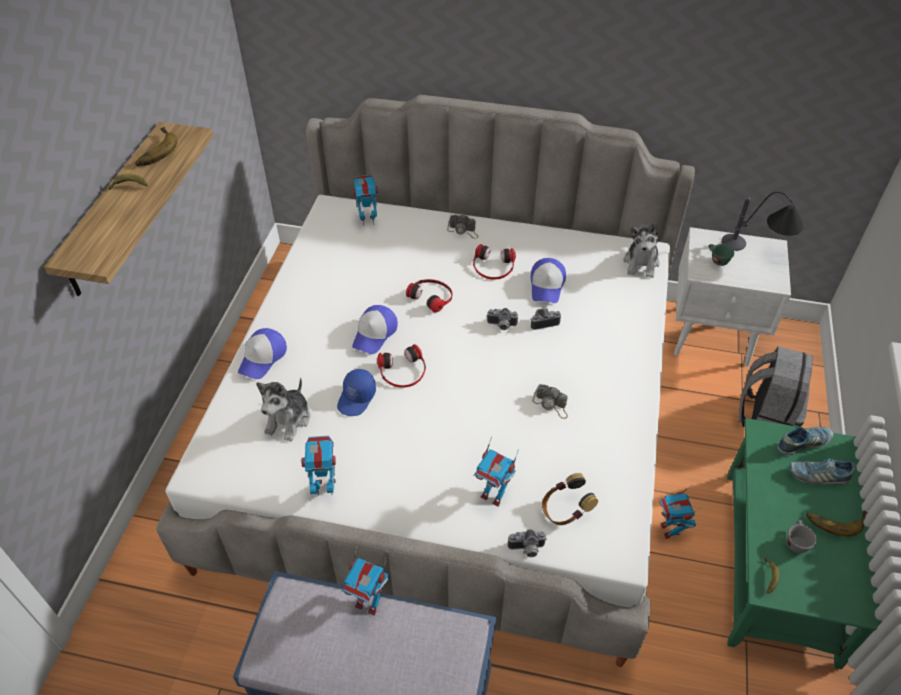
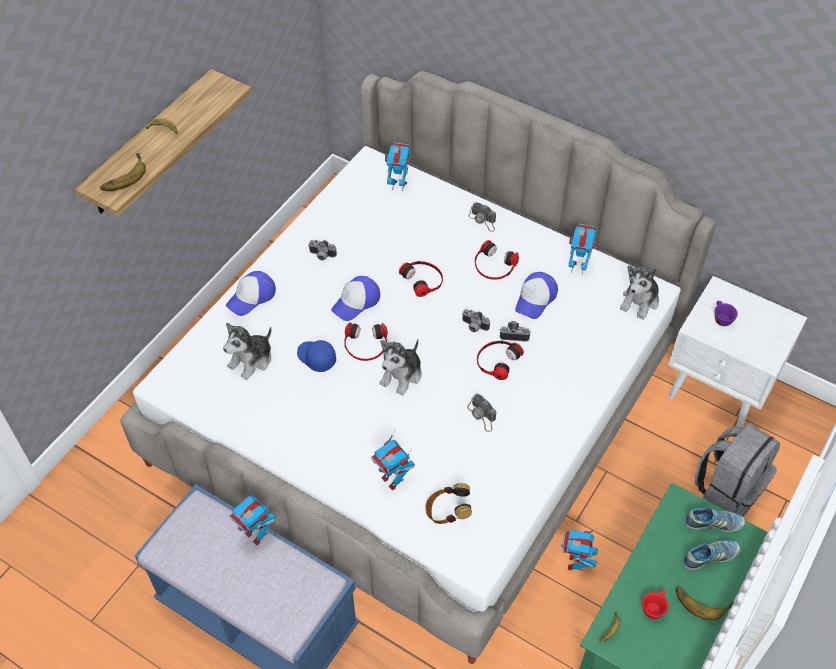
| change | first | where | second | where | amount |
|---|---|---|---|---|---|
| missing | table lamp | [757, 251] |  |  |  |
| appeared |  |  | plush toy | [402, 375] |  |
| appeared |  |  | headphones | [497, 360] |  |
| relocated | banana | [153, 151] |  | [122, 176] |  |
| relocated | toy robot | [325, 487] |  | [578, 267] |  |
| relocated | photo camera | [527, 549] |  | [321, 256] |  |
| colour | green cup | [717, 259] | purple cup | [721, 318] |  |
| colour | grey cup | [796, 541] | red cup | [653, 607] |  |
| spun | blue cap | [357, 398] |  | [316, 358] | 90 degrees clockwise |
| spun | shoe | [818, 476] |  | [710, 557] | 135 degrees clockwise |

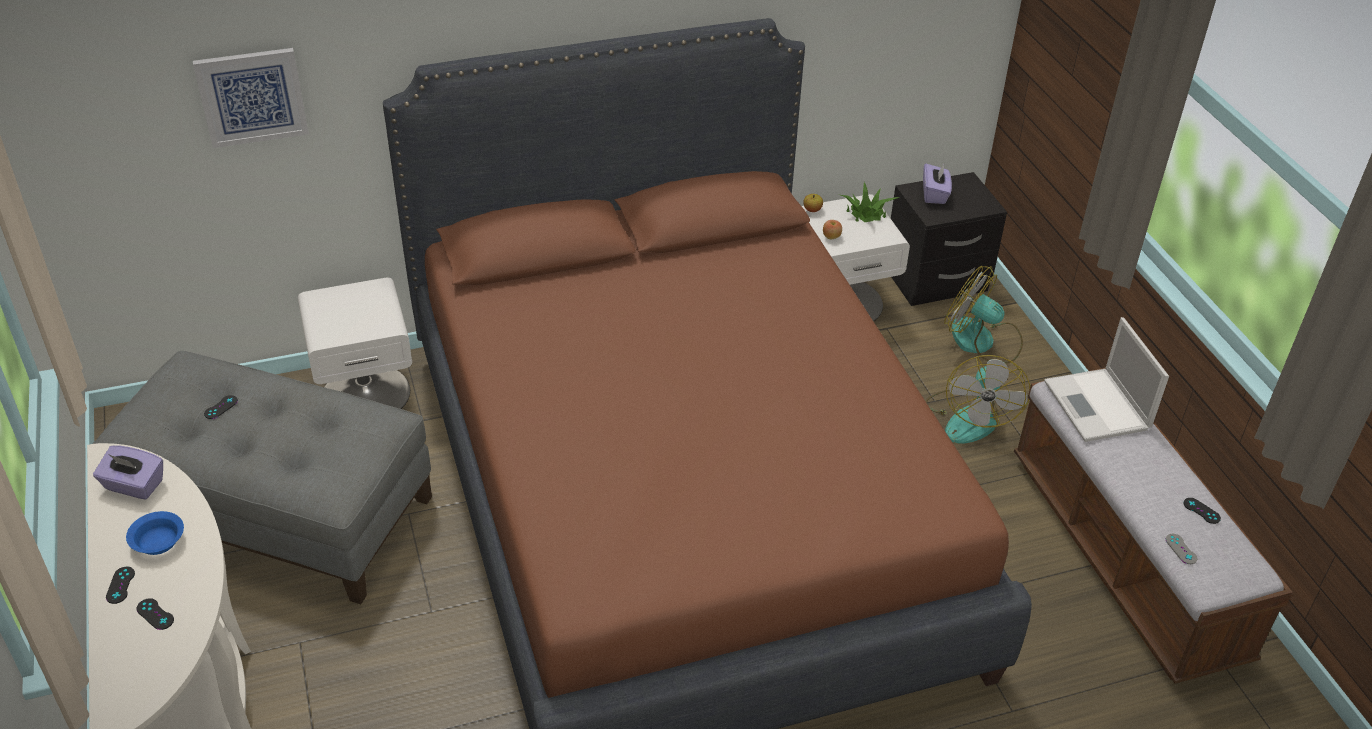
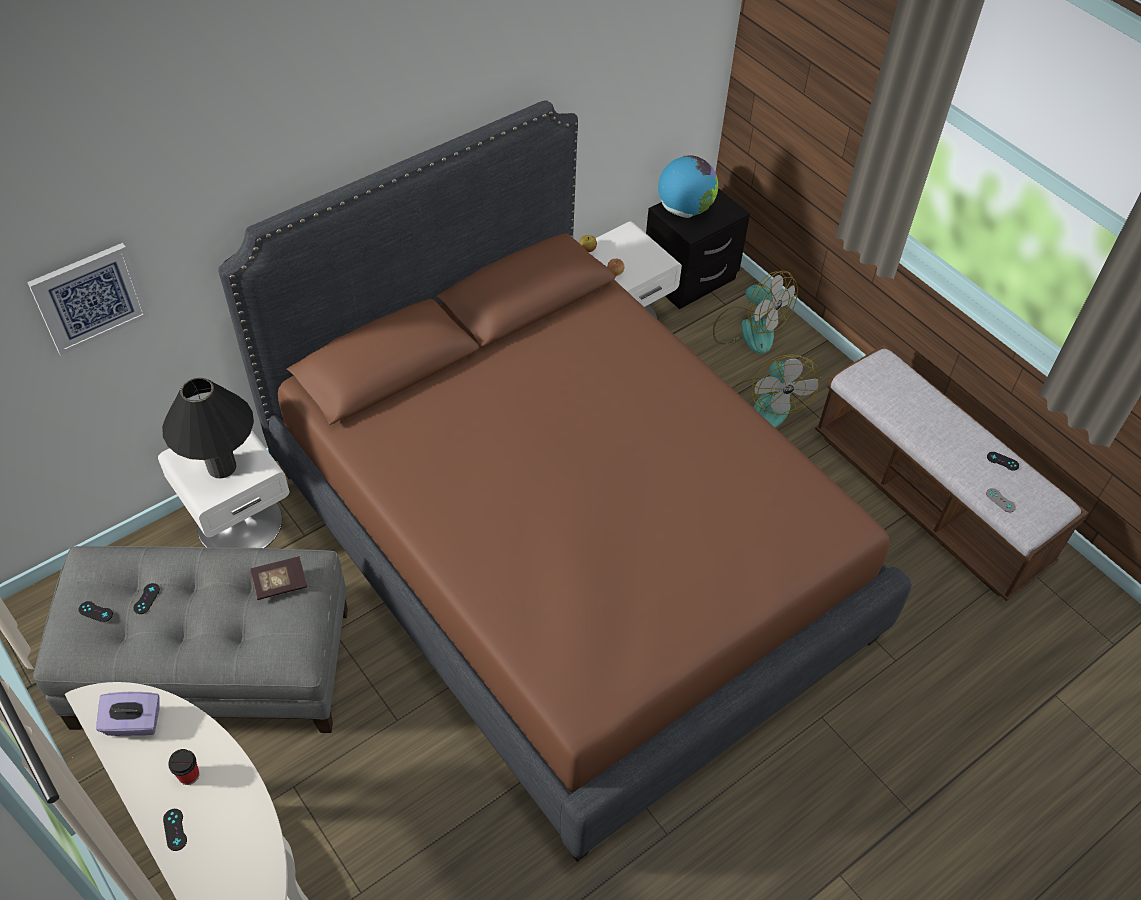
| change | first | where | second | where | amount |
|---|---|---|---|---|---|
| missing | potted plant | [866, 212] |  |  |  |
| missing | laptop | [1098, 407] |  |  |  |
| appeared |  |  | black table lamp | [222, 467] |  |
| appeared |  |  | book | [280, 584] |  |
| relocated | black game controller | [155, 614] |  | [95, 612] |  |
| exchanged | blue bowl | [158, 543] | cup | [189, 775] |  |
| exchanged | purple tissue box | [934, 194] | globe | [684, 210] |  |
| spun | fan | [982, 341] |  | [749, 329] | 150 degrees counterclockwise |

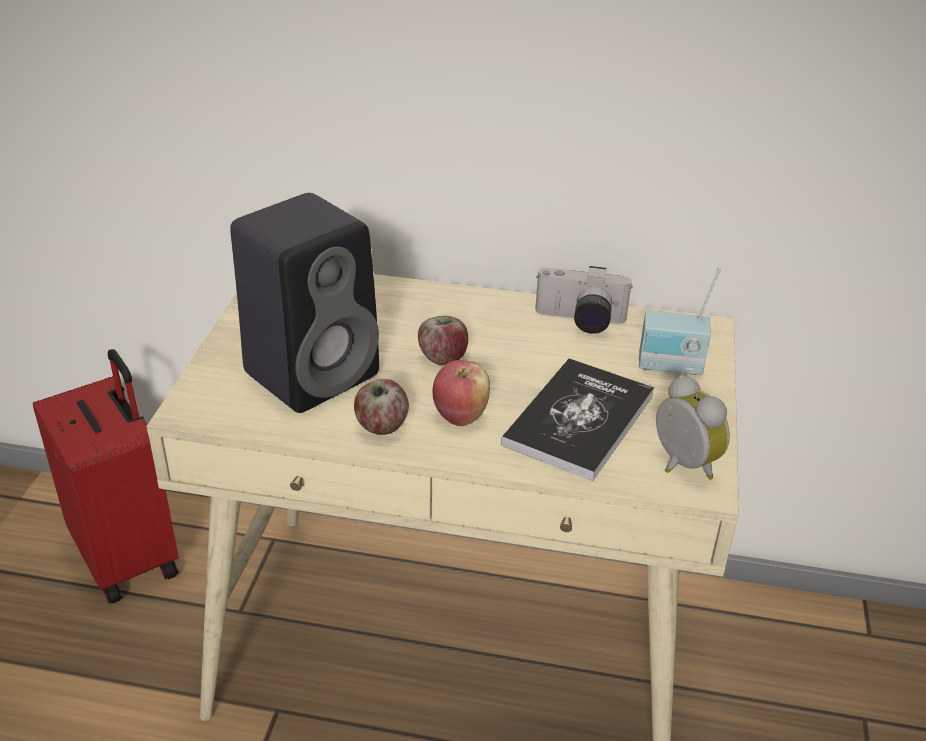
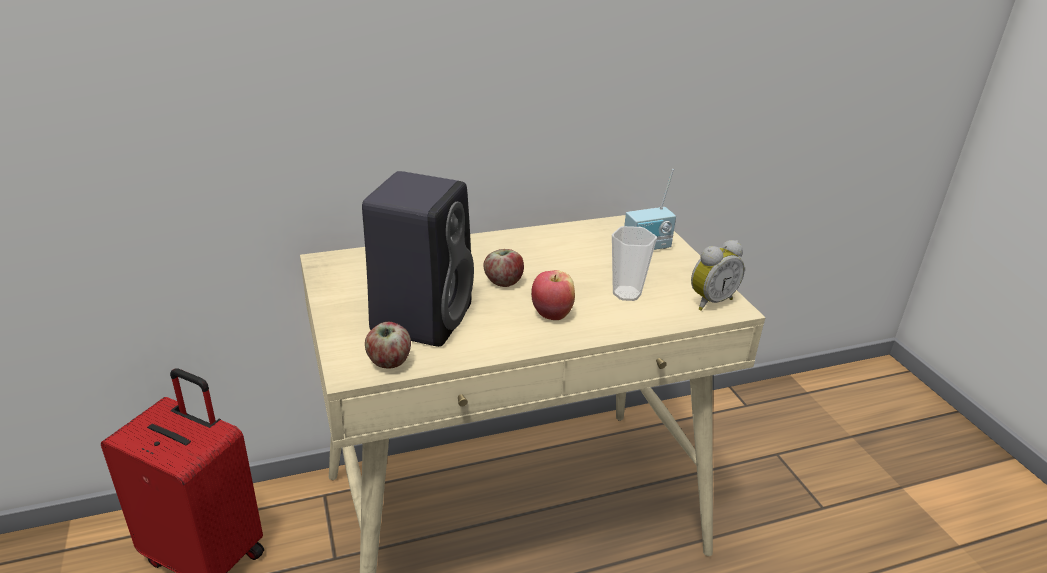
| change | first | where | second | where | amount |
|---|---|---|---|---|---|
| missing | photo camera | [579, 321] |  |  |  |
| relocated | apple | [381, 426] |  | [389, 362] |  |
| exchanged | book | [579, 420] | cup | [626, 293] |  |
| spun | alarm clock | [681, 465] |  | [709, 301] | 120 degrees clockwise |

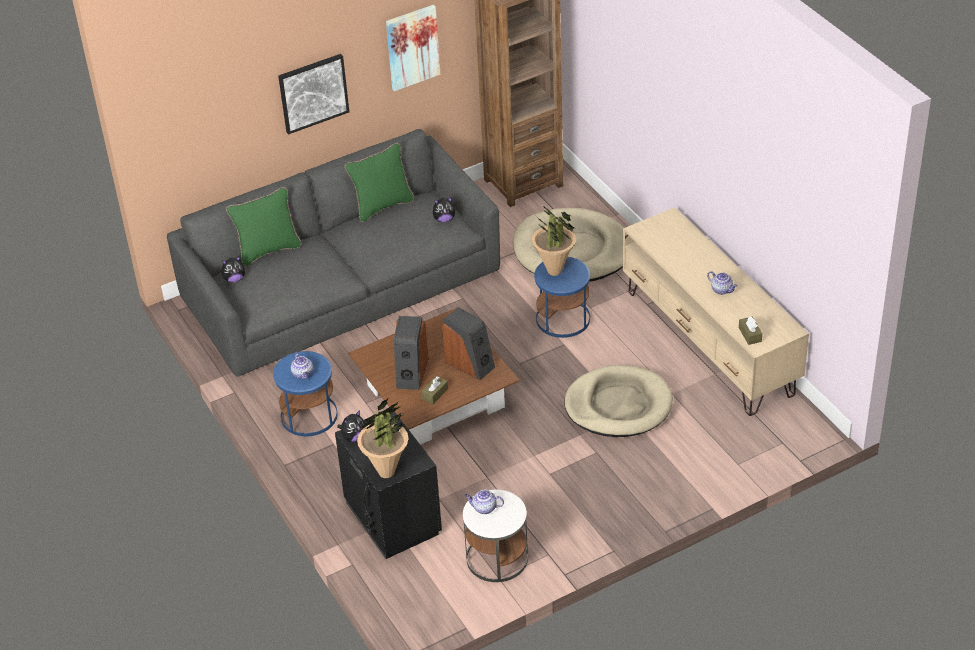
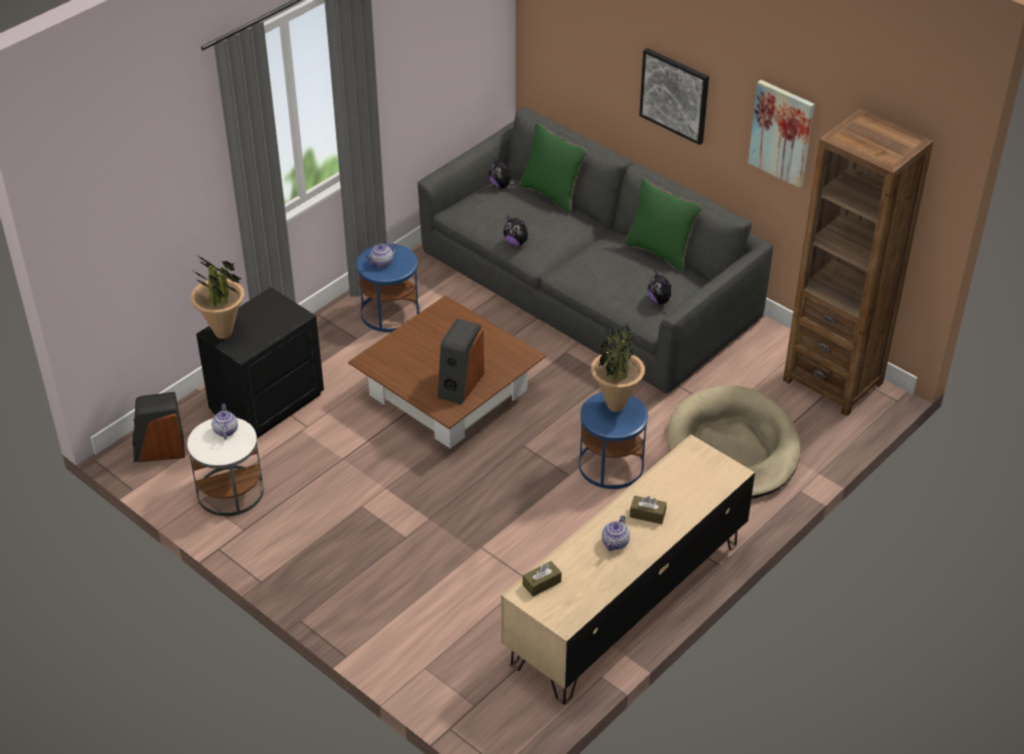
| change | first | where | second | where | amount |
|---|---|---|---|---|---|
| missing | beige dog bed | [618, 405] |  |  |  |
| relocated | plush toy | [353, 437] |  | [516, 242] |  |
| relocated | speaker | [411, 373] |  | [159, 450] |  |
| relocated | brown tissue box | [435, 394] |  | [647, 514] |  |

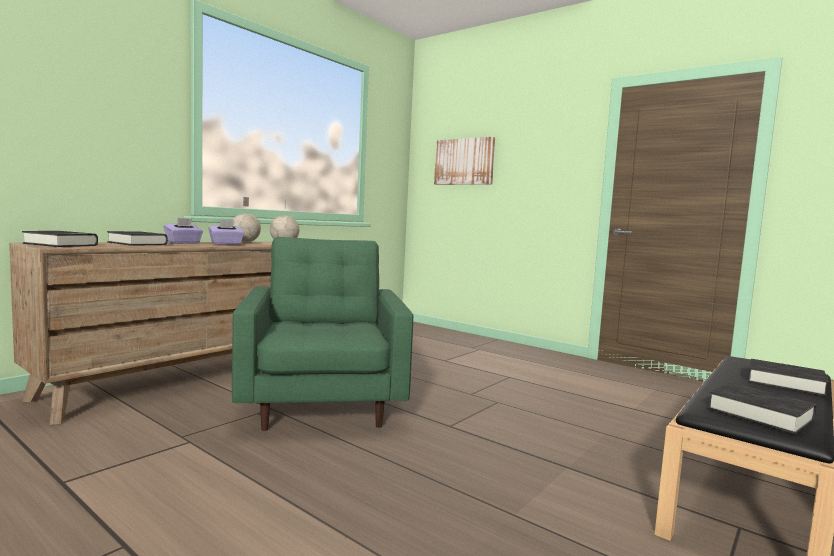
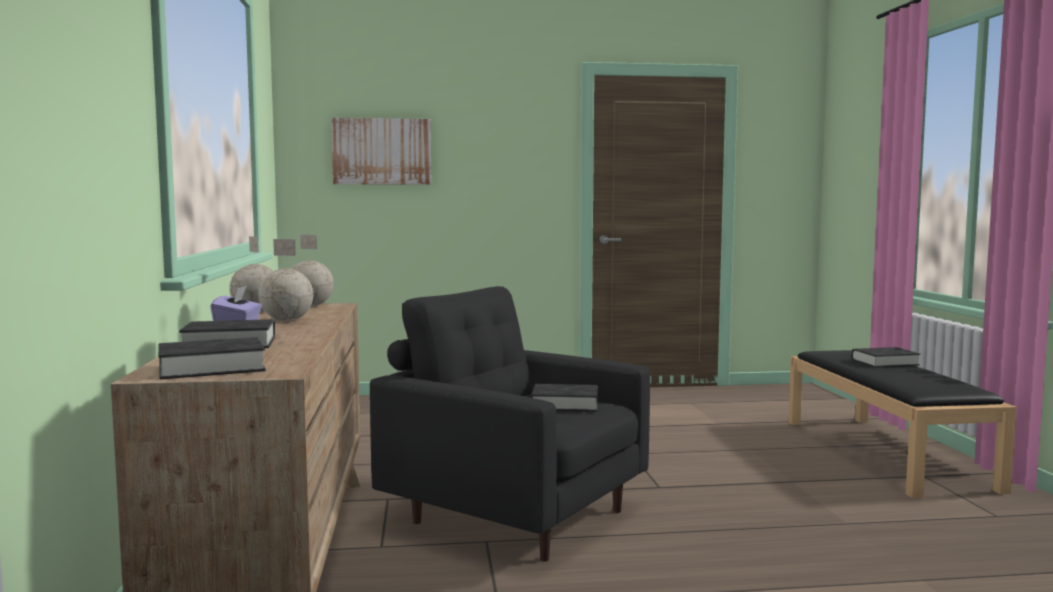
| change | first | where | second | where | amount |
|---|---|---|---|---|---|
| relocated | black book | [759, 414] |  | [565, 404] |  |
| exchanged | purple tissue box | [226, 244] | globe | [286, 320] |  |
| colour | green armchair | [323, 403] | black armchair | [514, 515] |  |

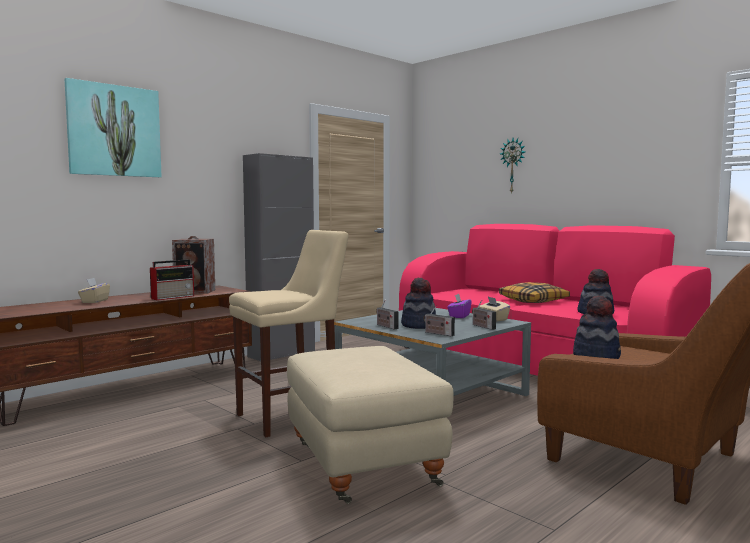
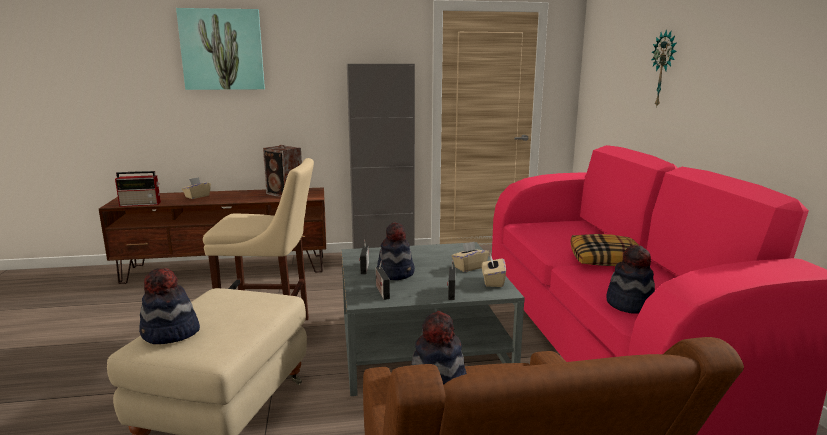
| change | first | where | second | where | amount |
|---|---|---|---|---|---|
| appeared |  |  | hat | [170, 334] |  |
| relocated | radio | [173, 297] |  | [141, 204] |  |
| colour | purple tissue box | [459, 316] | beige tissue box | [469, 267] |  |

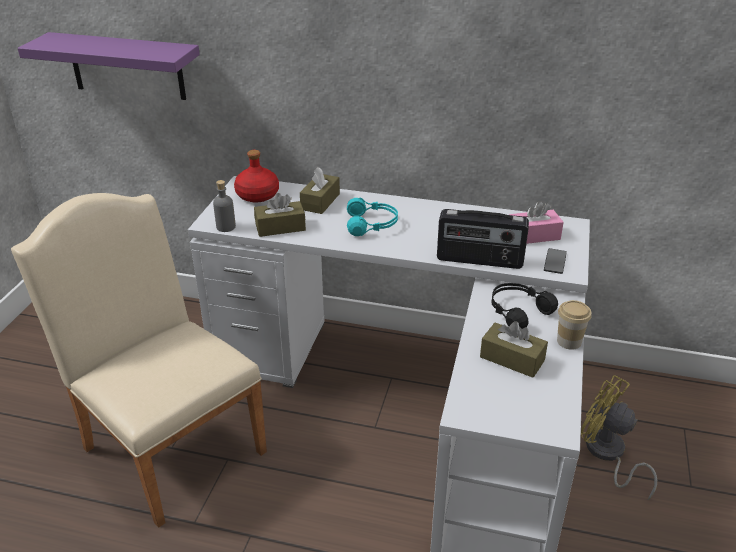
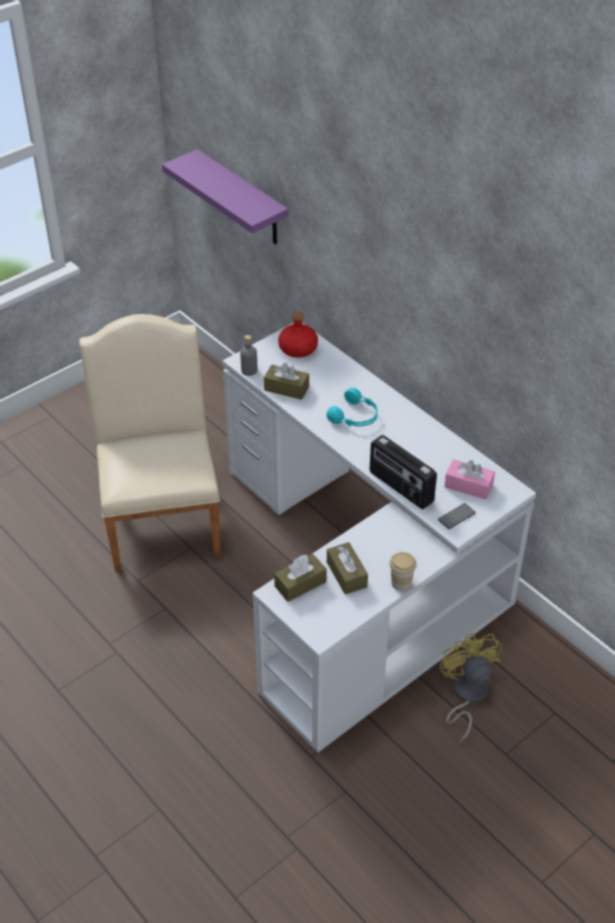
| change | first | where | second | where | amount |
|---|---|---|---|---|---|
| missing | black headphones | [517, 311] |  |  |  |
| relocated | brown tissue box | [320, 201] |  | [300, 584] |  |

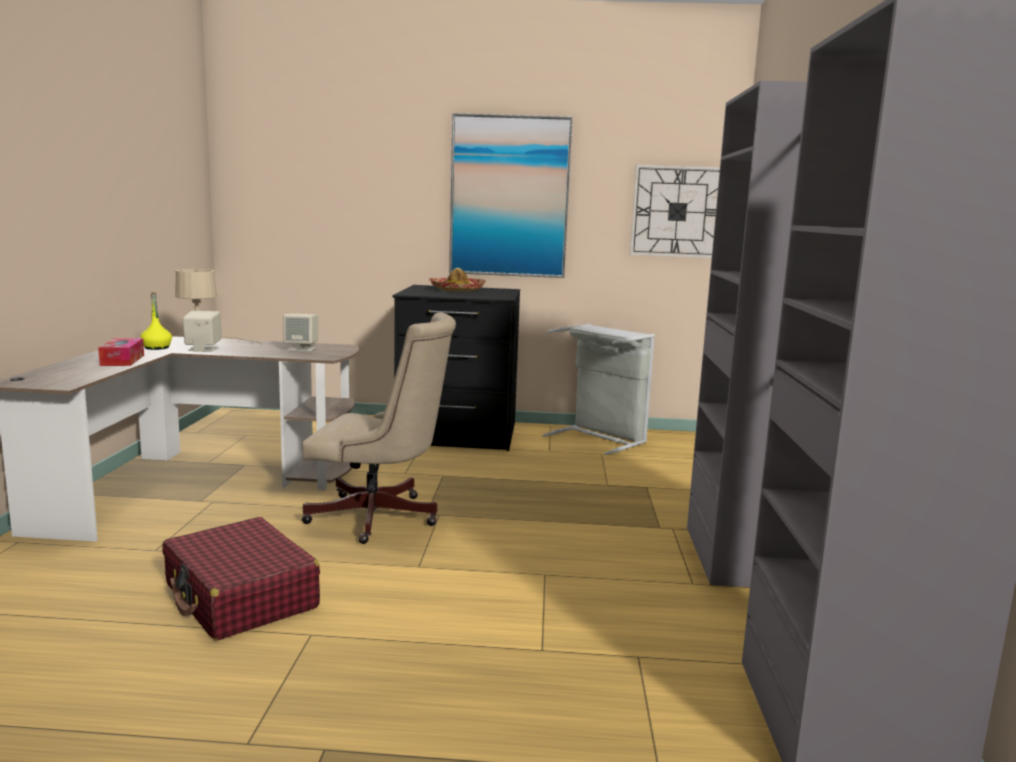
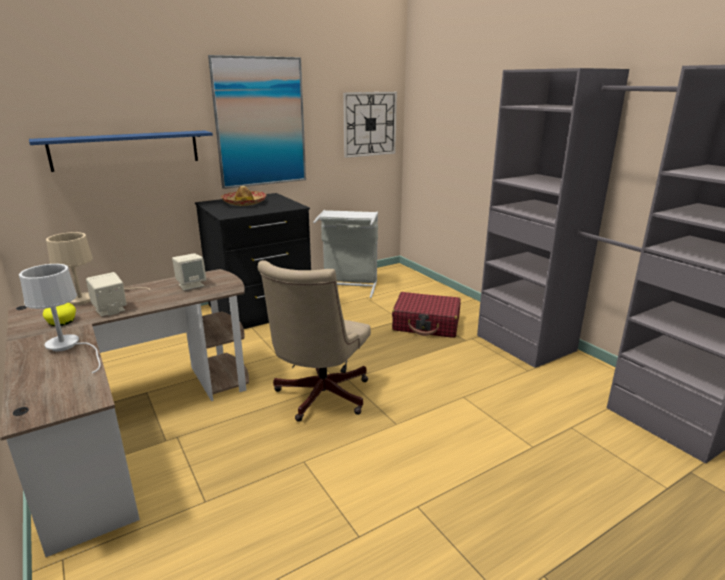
| change | first | where | second | where | amount |
|---|---|---|---|---|---|
| appeared |  |  | blue shelf | [126, 150] |  |
| relocated | red suitcase | [241, 596] |  | [426, 324] |  |
| exchanged | tissue box | [122, 360] | white table lamp | [69, 348] |  |
| spun | beige office chair | [380, 518] |  | [319, 398] | 135 degrees clockwise |

